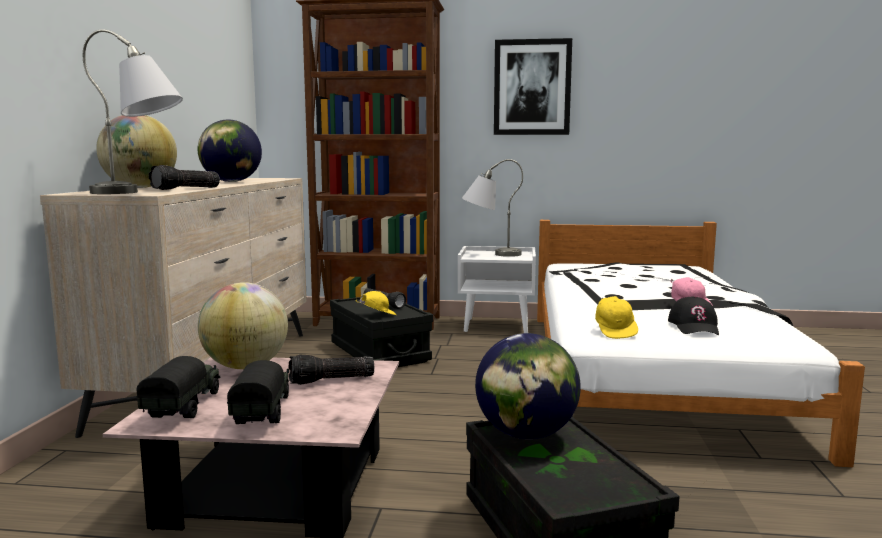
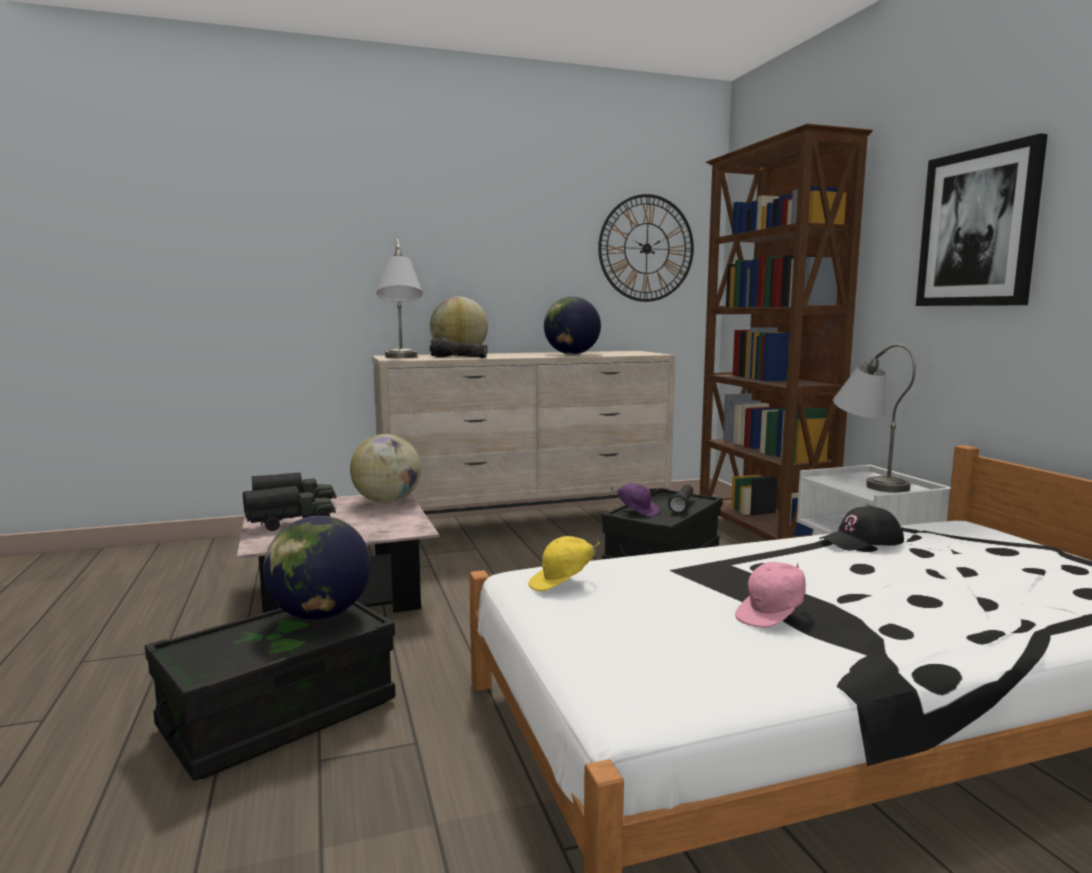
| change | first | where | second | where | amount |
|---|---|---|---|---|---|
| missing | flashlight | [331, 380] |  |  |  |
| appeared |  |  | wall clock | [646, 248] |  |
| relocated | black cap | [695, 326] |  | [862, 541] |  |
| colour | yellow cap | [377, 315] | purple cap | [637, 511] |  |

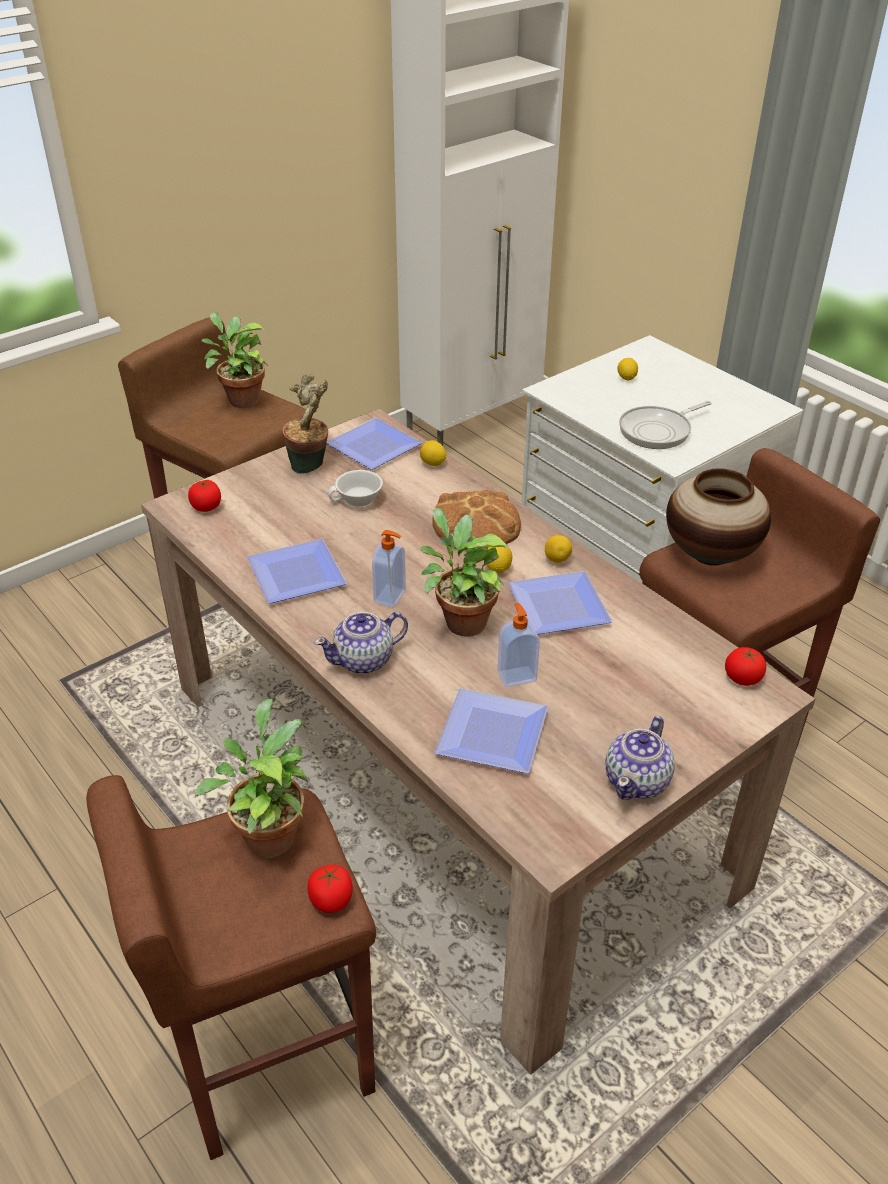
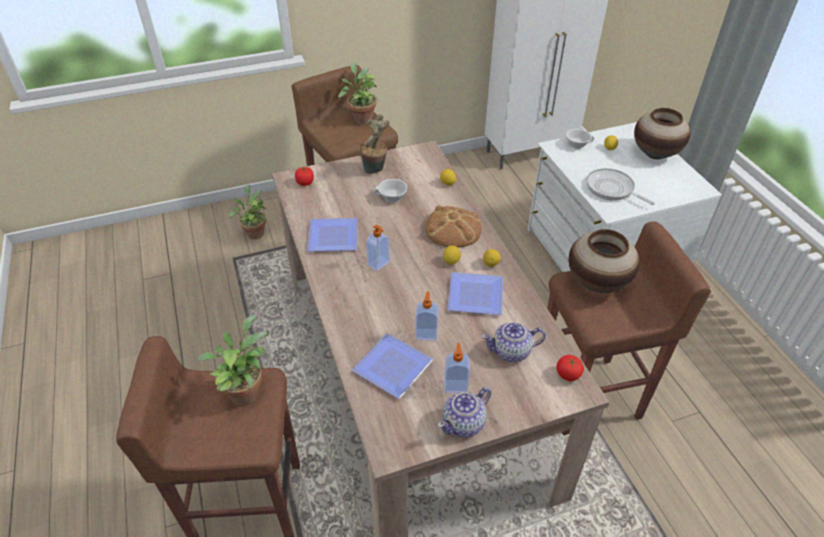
| change | first | where | second | where | amount |
|---|---|---|---|---|---|
| missing | tomato | [331, 900] |  |  |  |
| missing | plate | [373, 449] |  |  |  |
| appeared |  |  | soap dispenser | [455, 385] |  |
| appeared |  |  | white cup | [577, 144] |  |
| appeared |  |  | vase | [655, 153] |  |
| relocated | teapot | [364, 660] |  | [511, 351] |  |
| relocated | potted plant | [461, 621] |  | [254, 232] |  |
| spun | frying pan | [658, 431] |  | [612, 189] | 60 degrees clockwise |

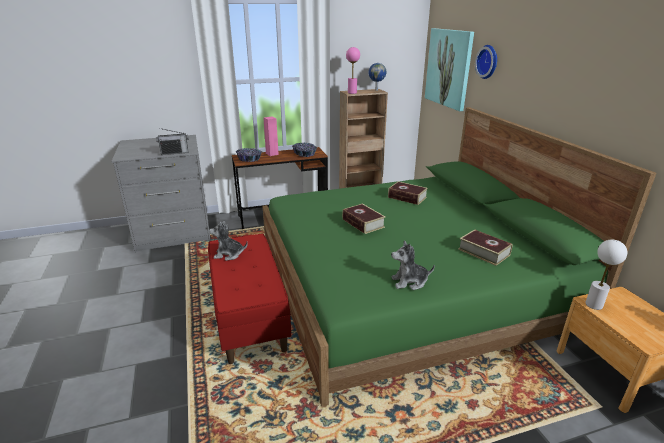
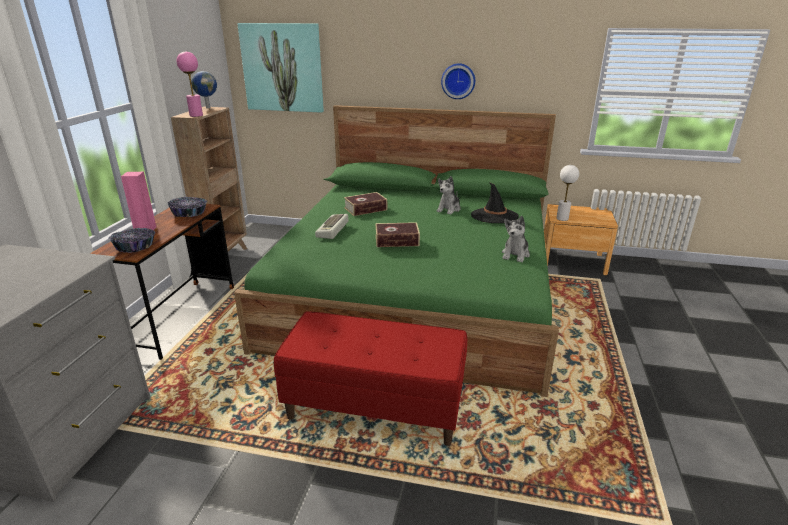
| change | first | where | second | where | amount |
|---|---|---|---|---|---|
| missing | radio | [175, 153] |  |  |  |
| appeared |  |  | keyboard | [333, 230] |  |
| relocated | plush toy | [229, 254] |  | [449, 209] |  |
| relocated | wall clock | [488, 62] |  | [458, 81] |  |
| exchanged | book | [484, 252] | black hat | [494, 216] |  |

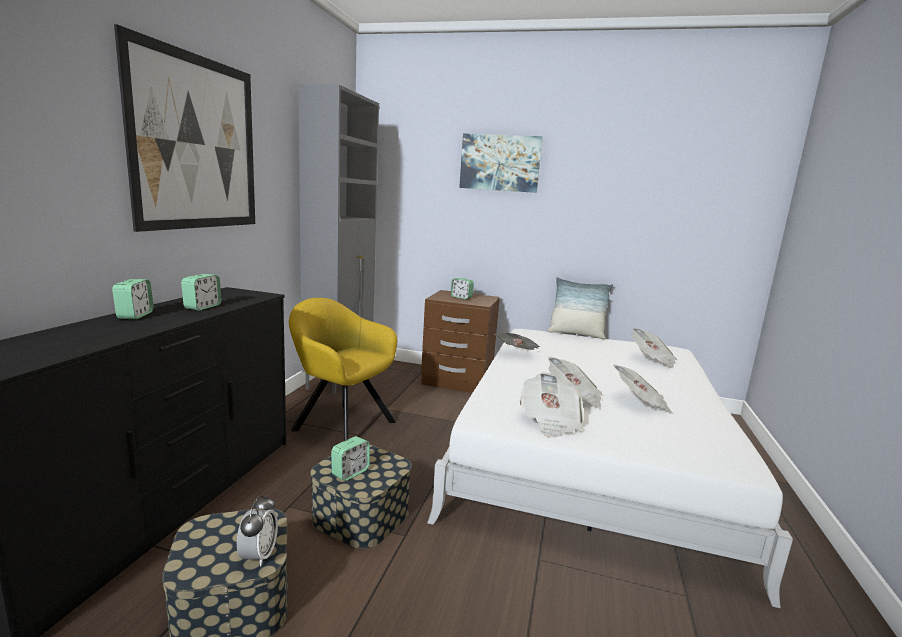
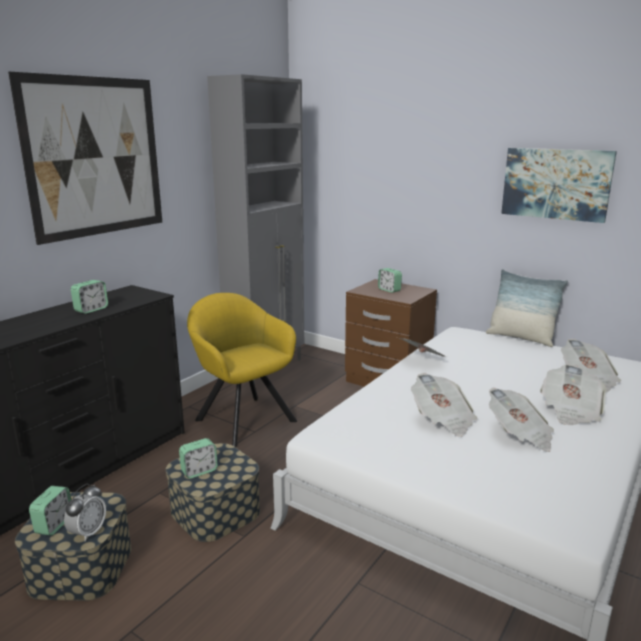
| change | first | where | second | where | amount |
|---|---|---|---|---|---|
| relocated | alarm clock | [135, 315] |  | [54, 524] |  |
| relocated | picture | [500, 163] |  | [556, 184] |  |
| relocated | newspaper | [550, 421] |  | [570, 411] |  |

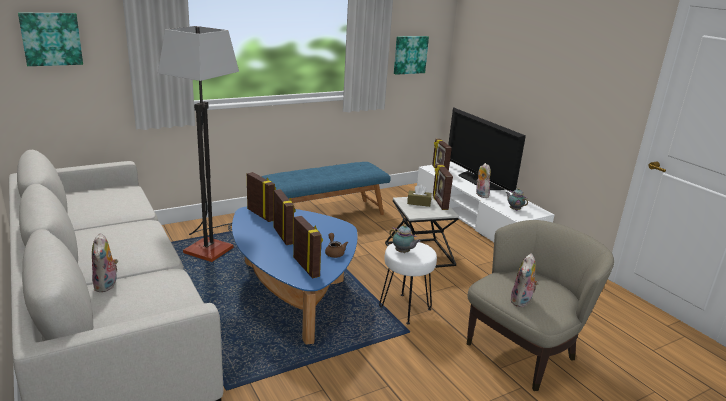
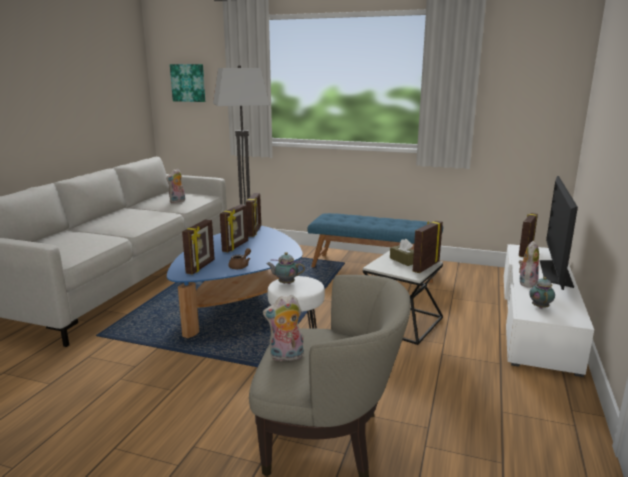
| change | first | where | second | where | amount |
|---|---|---|---|---|---|
| missing | picture | [410, 54] |  |  |  |
| relocated | plush toy | [107, 286] |  | [177, 201] |  |
| spun | teapot | [403, 252] |  | [285, 283] | 105 degrees clockwise |

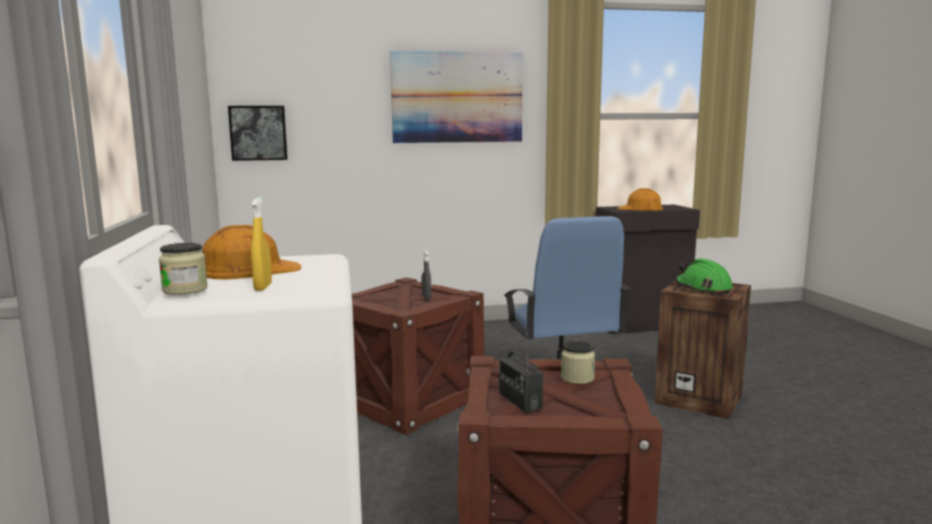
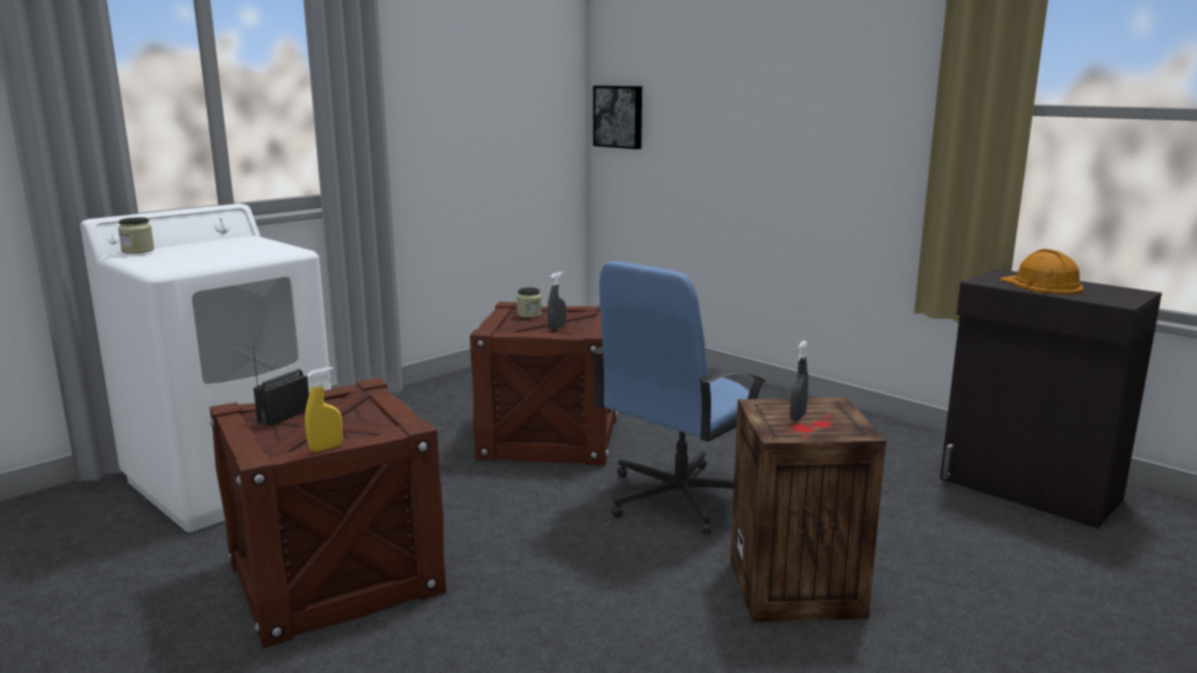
| change | first | where | second | where | amount |
|---|---|---|---|---|---|
| missing | orange hard hat | [248, 269] |  |  |  |
| missing | picture | [457, 97] |  |  |  |
| relocated | yellow spray bottle | [263, 287] |  | [326, 448] |  |
| relocated | jar | [577, 378] |  | [529, 315] |  |
| exchanged | green hard hat | [703, 288] | grey spray bottle | [797, 416] |  |

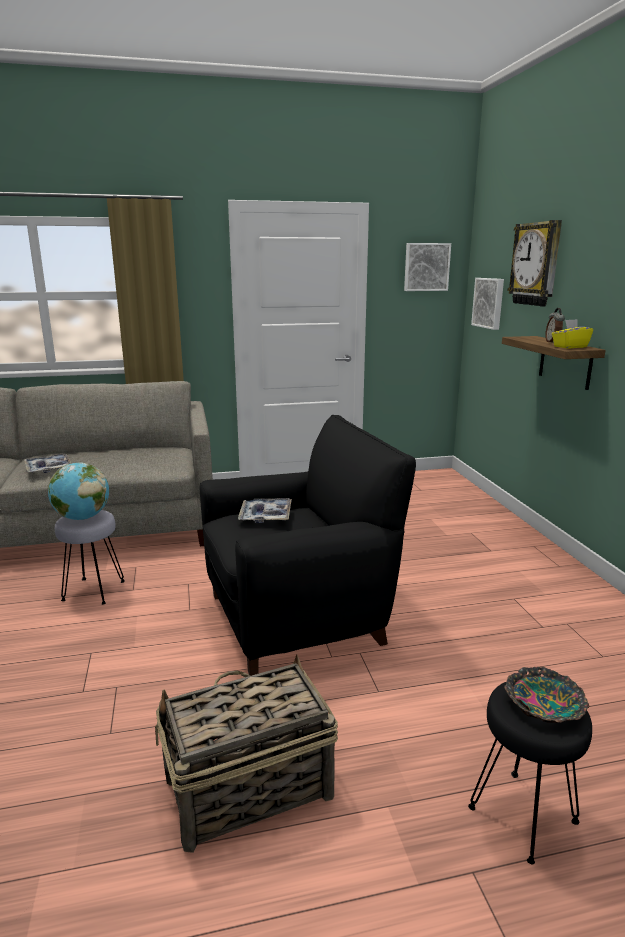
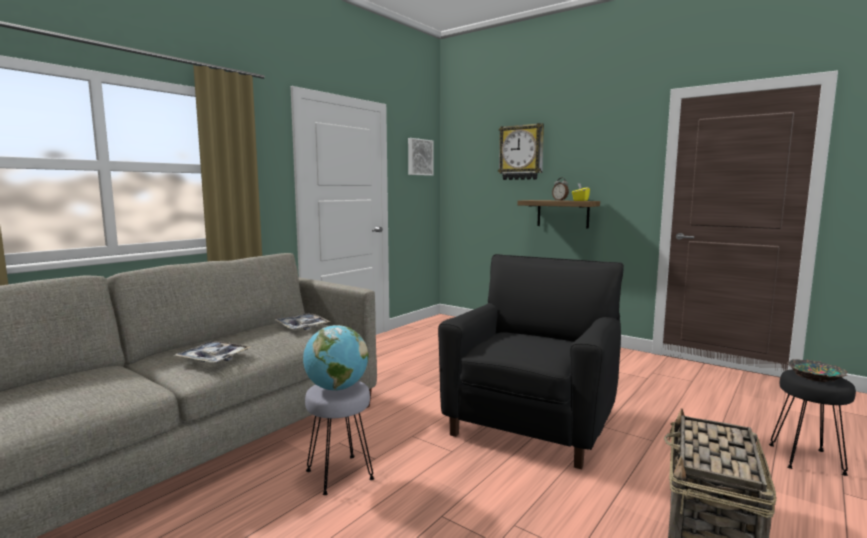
| change | first | where | second | where | amount |
|---|---|---|---|---|---|
| missing | picture | [489, 303] |  |  |  |
| relocated | tray | [265, 515] |  | [302, 326] |  |

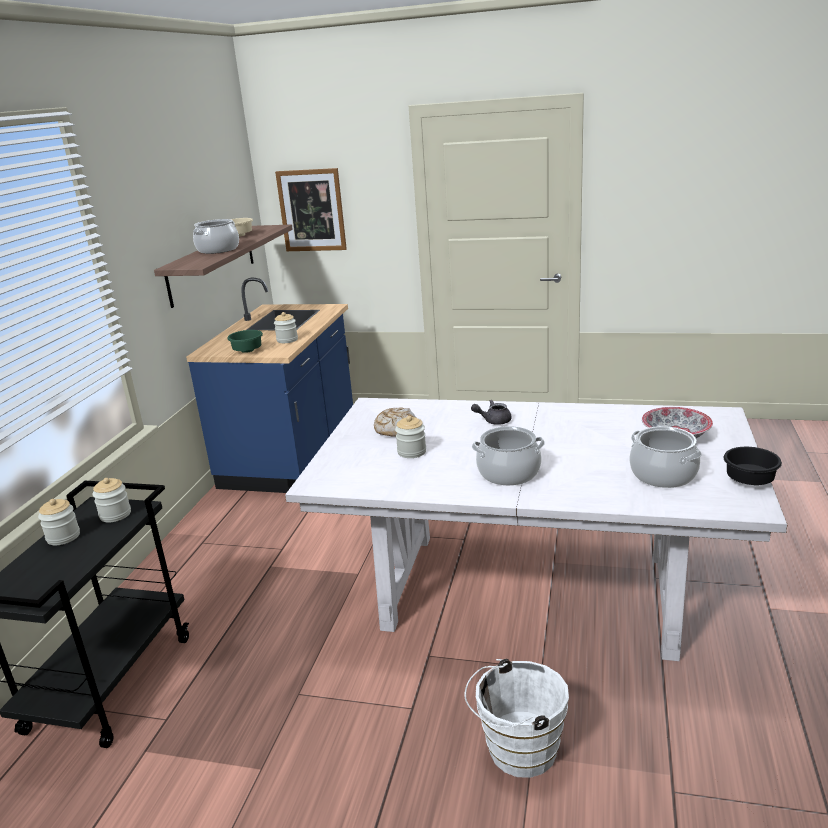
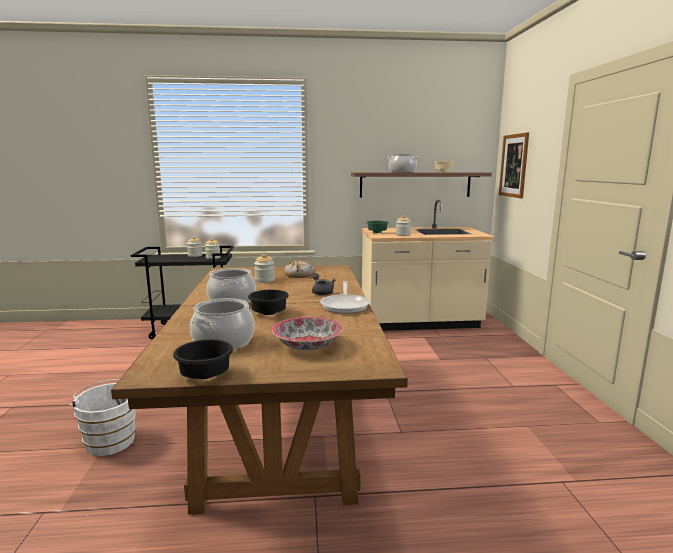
| change | first | where | second | where | amount |
|---|---|---|---|---|---|
| appeared |  |  | black bowl | [268, 313] |  |
| appeared |  |  | frying pan | [345, 305] |  |
| colour | blue counter | [292, 452] | beige counter | [419, 322] |  |
| colour | white dining table | [528, 591] | brown dining table | [279, 427] |  |

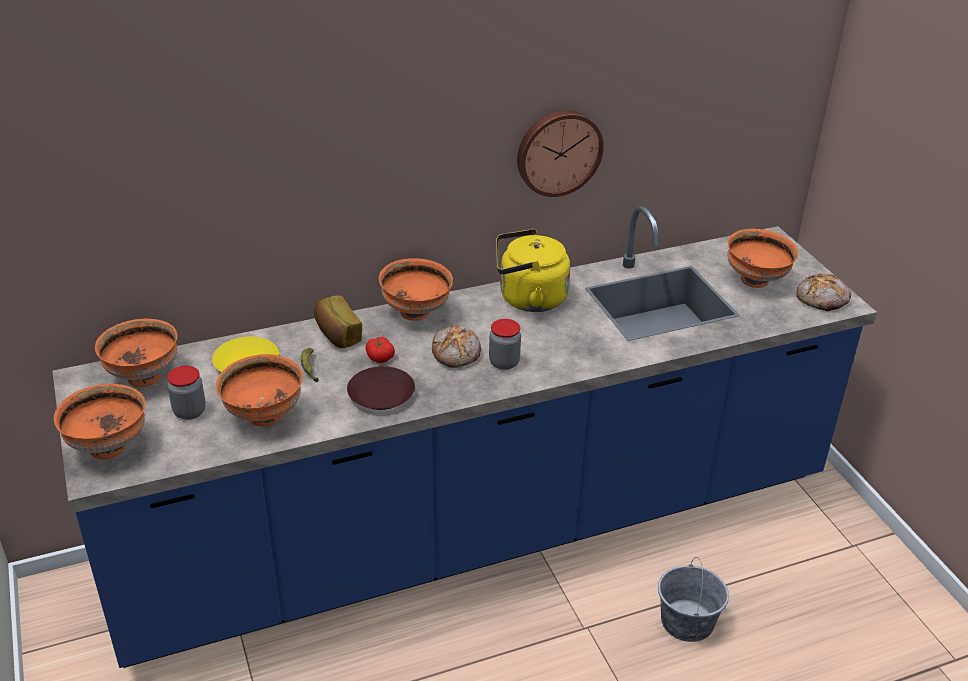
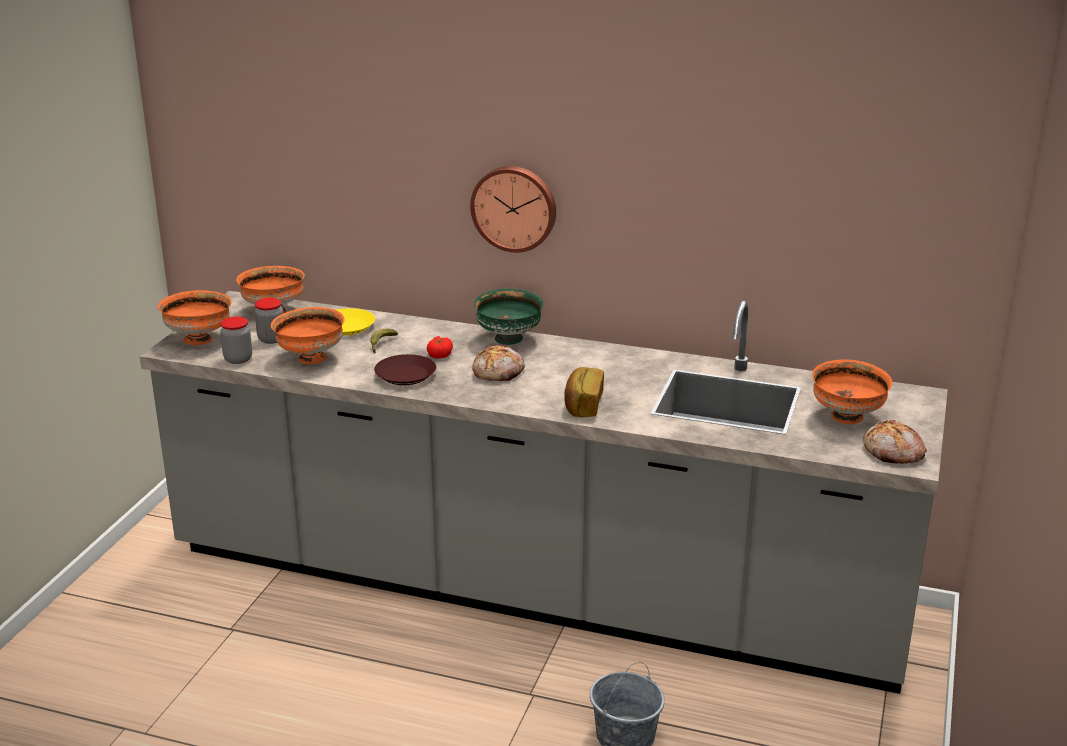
| change | first | where | second | where | amount |
|---|---|---|---|---|---|
| missing | yellow kettle | [528, 299] |  |  |  |
| relocated | bread | [337, 334] |  | [583, 405] |  |
| relocated | jar | [504, 362] |  | [238, 359] |  |
| relocated | wall clock | [558, 151] |  | [514, 207] |  |
| colour | blue counter | [479, 529] | grey counter | [533, 588] |  |
| colour | orange bowl | [416, 312] | green bowl | [509, 339] |  |

